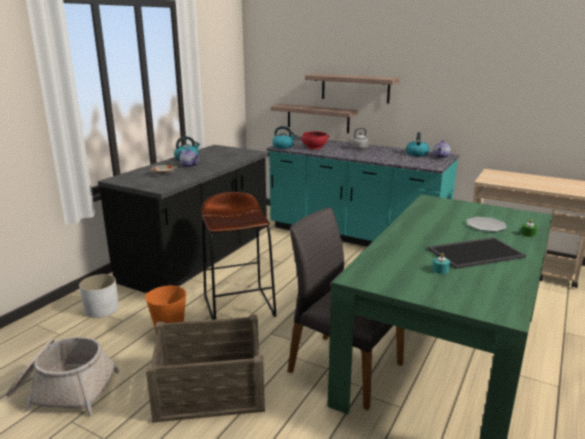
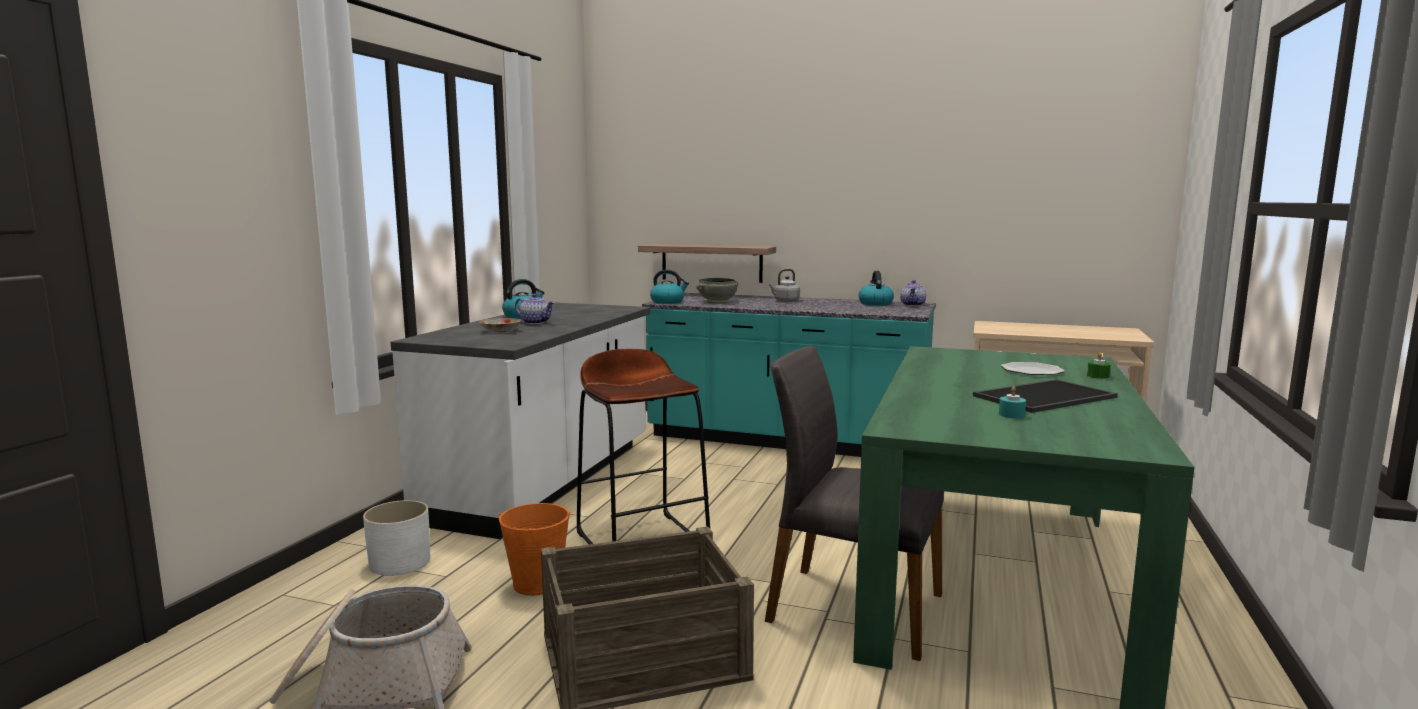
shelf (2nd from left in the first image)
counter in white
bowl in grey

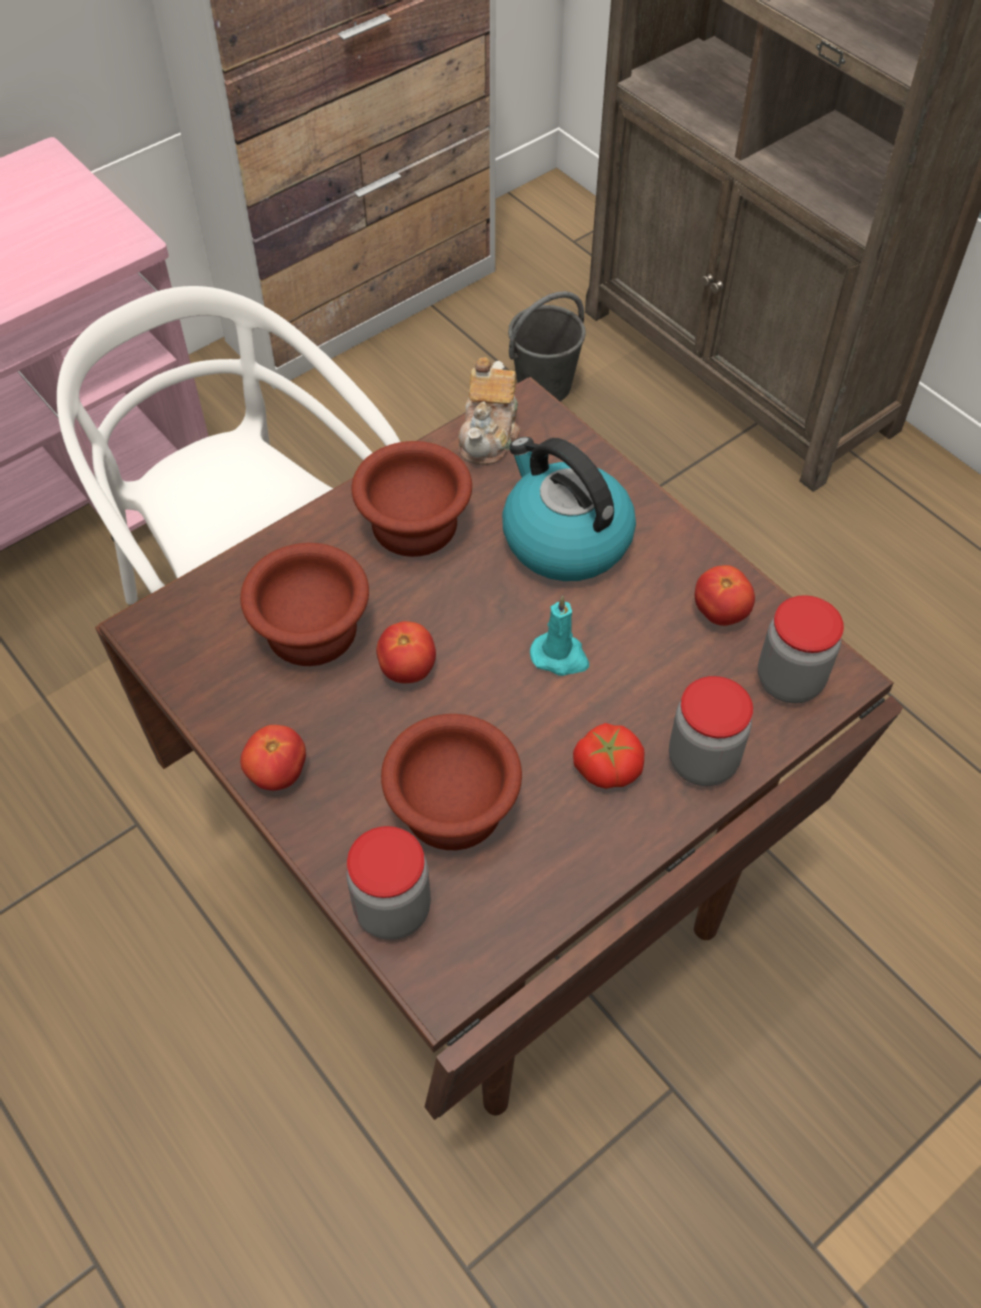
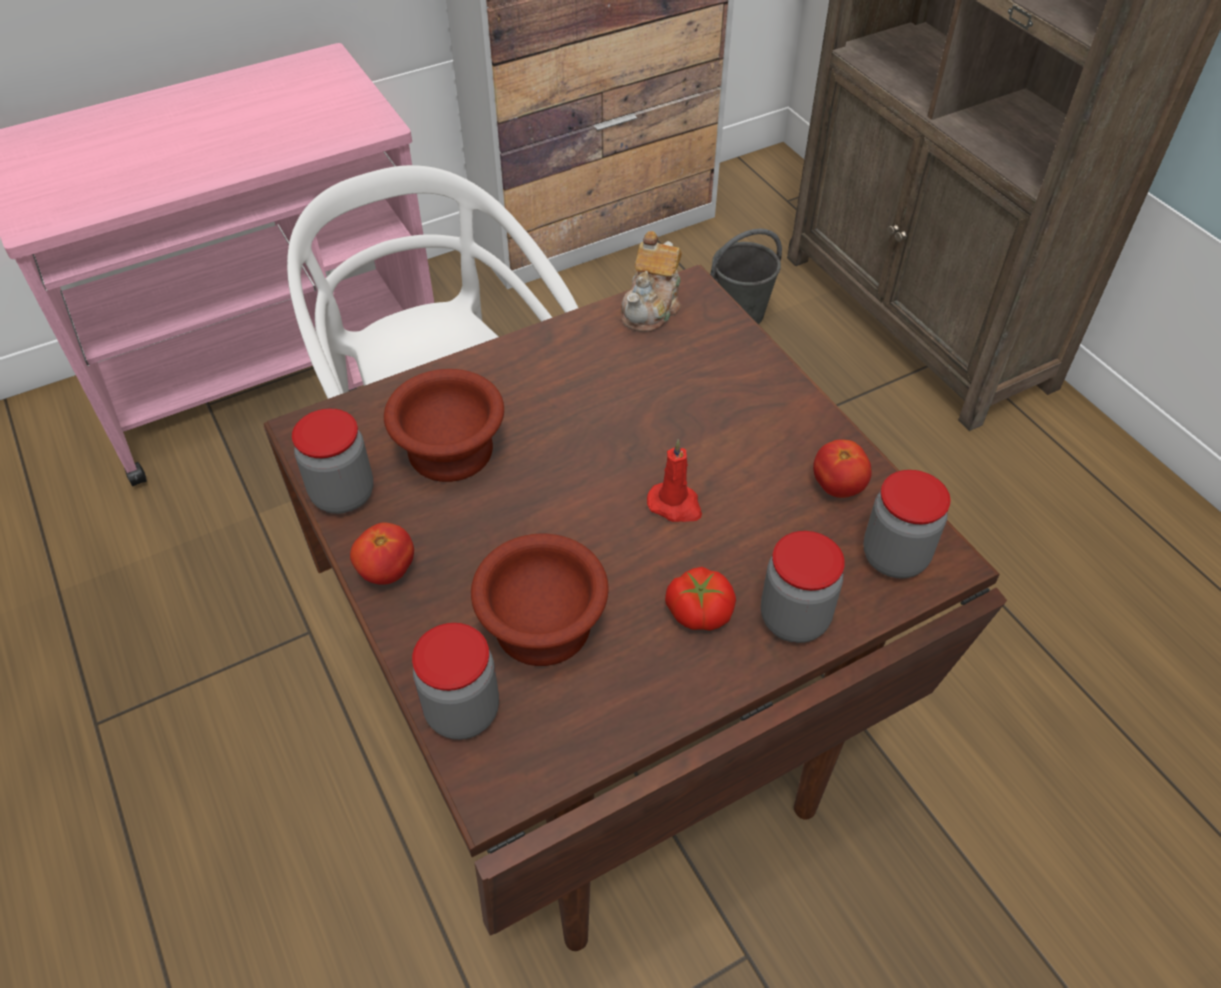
bowl in brown (2nd from left in the first image)
tomato (2nd from left in the first image)
kettle
jar (1st from left)
candle in red

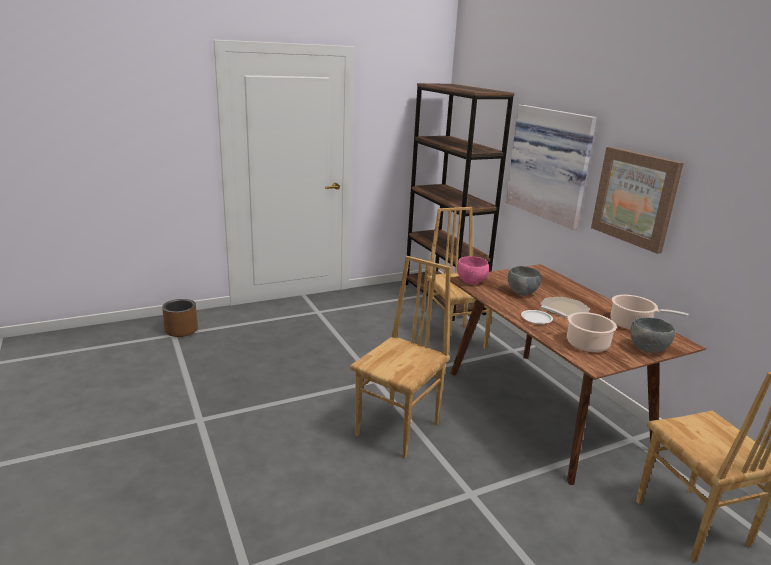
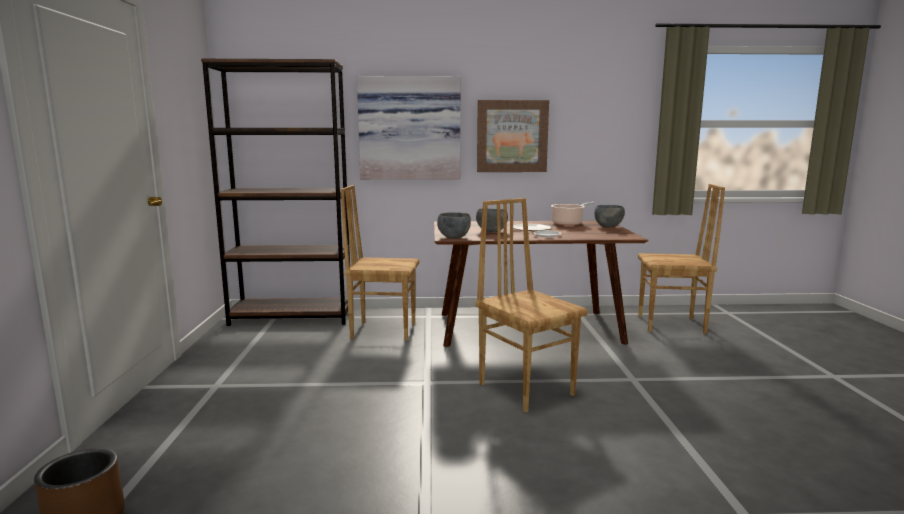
cooking pot (1st from left in the first image)
bowl in grey (1st from left)

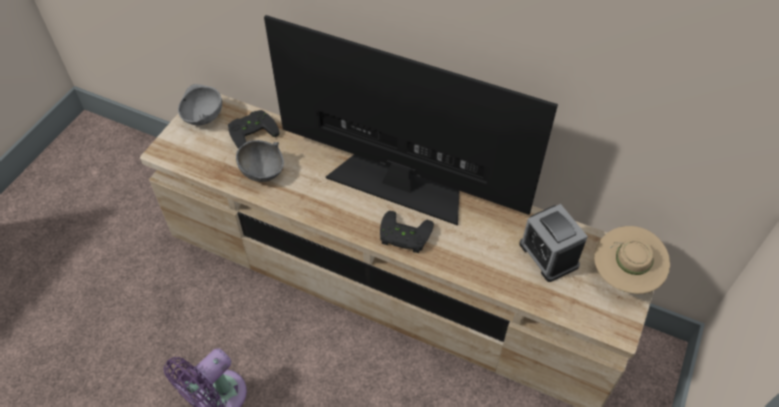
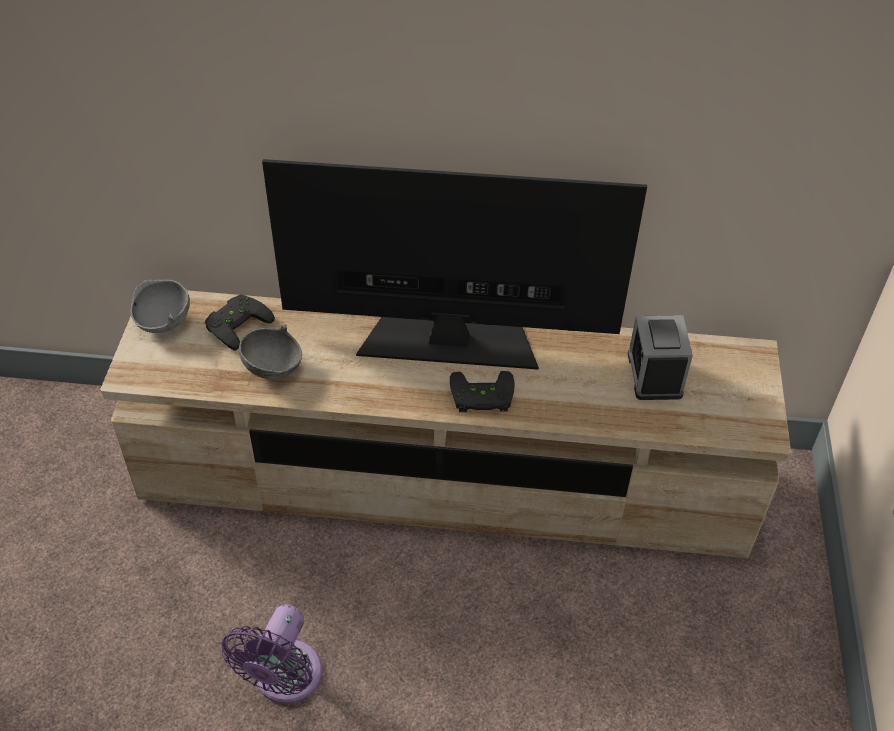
hat in beige
alarm clock

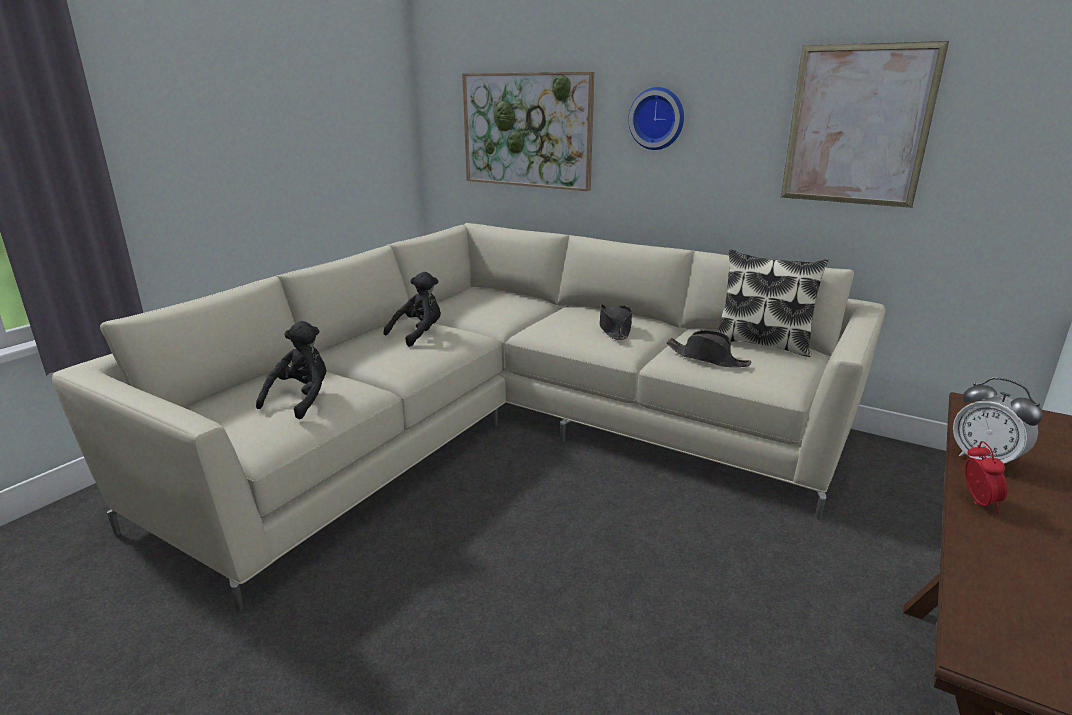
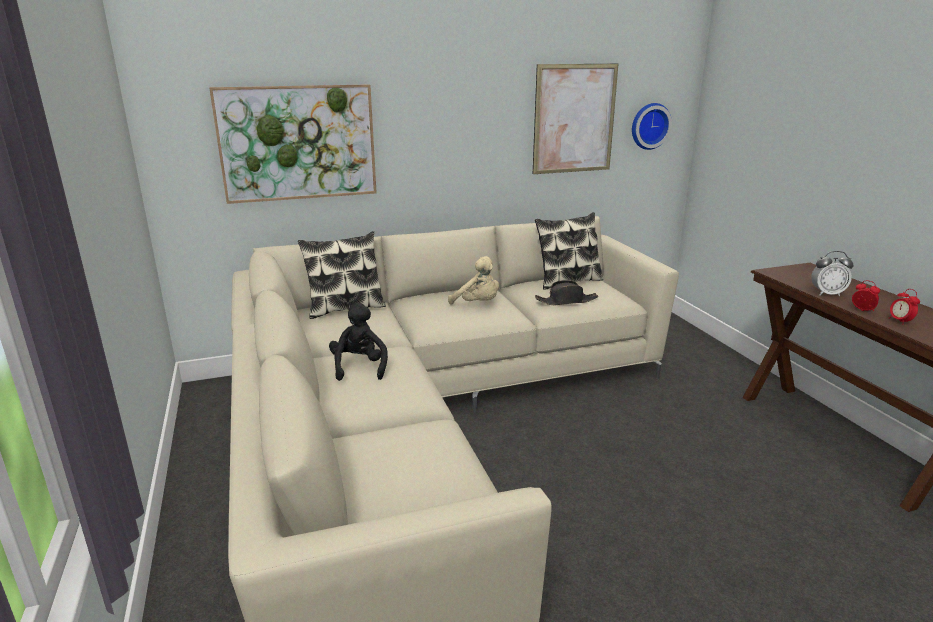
plush toy in black (1st from left in the first image)
pillow (1st from left)
alarm clock (3rd from left)
wall clock
plush toy in beige

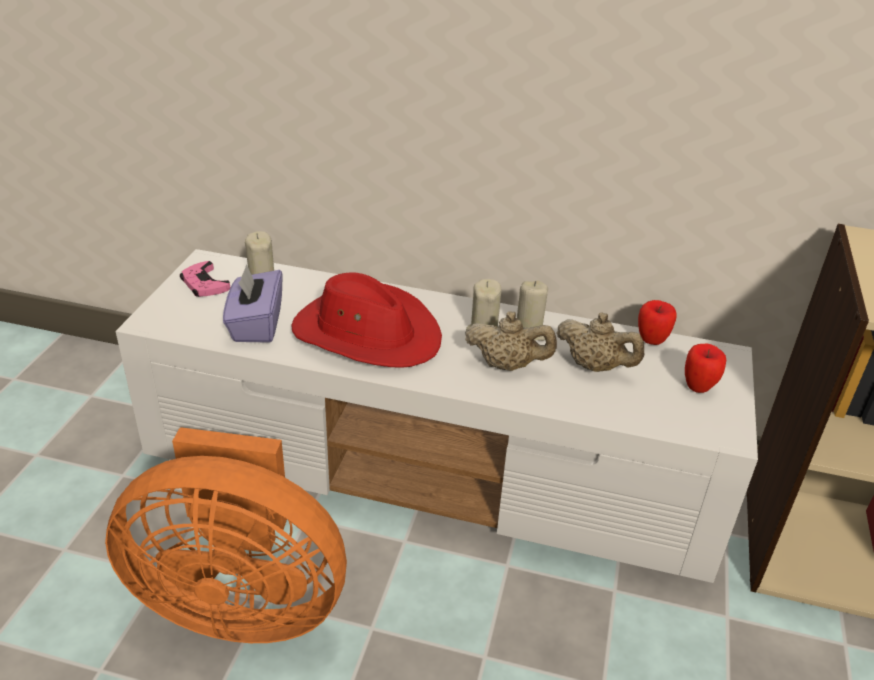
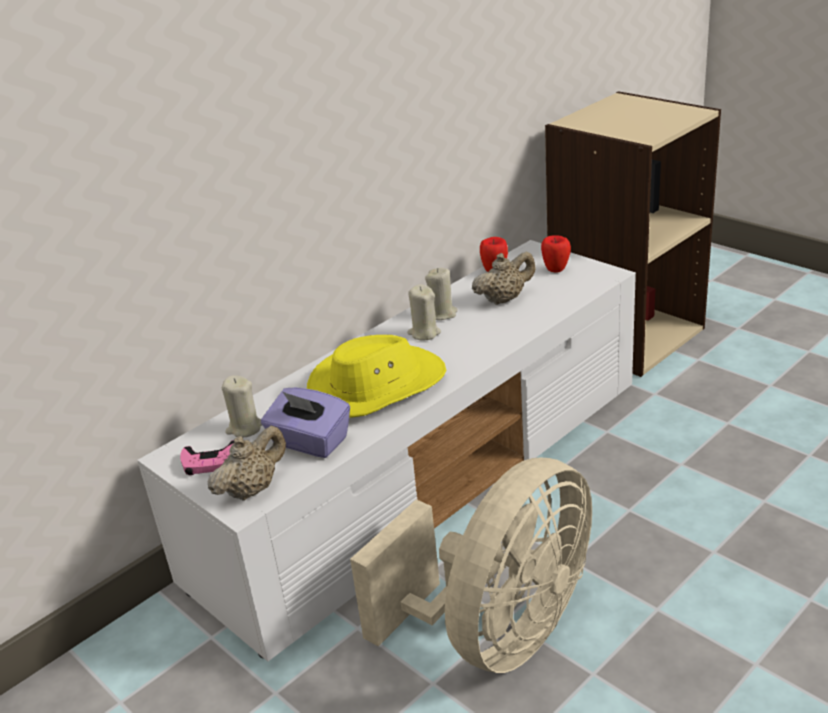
teapot in beige (1st from left)
fan in beige
hat in yellow

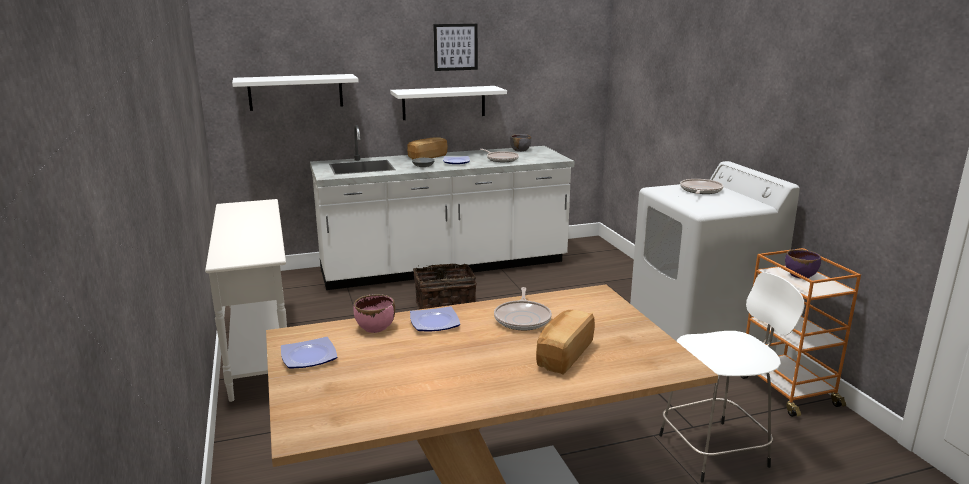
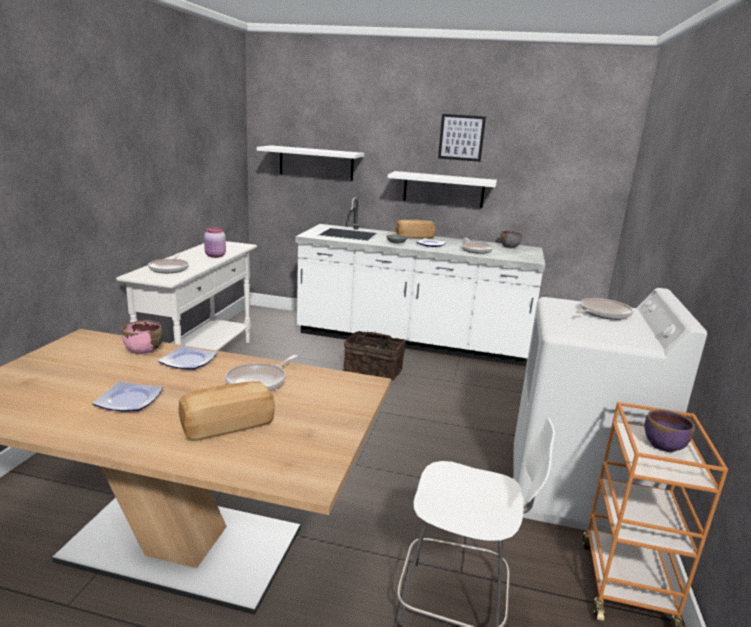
frying pan (1st from left)
jar in pink
plate (1st from left)

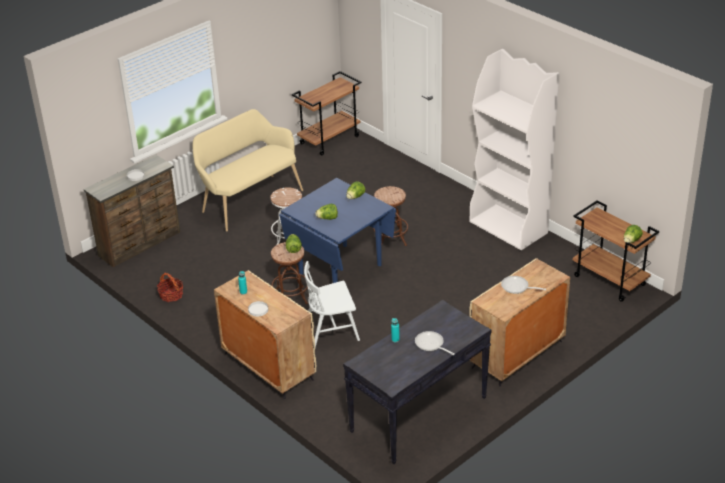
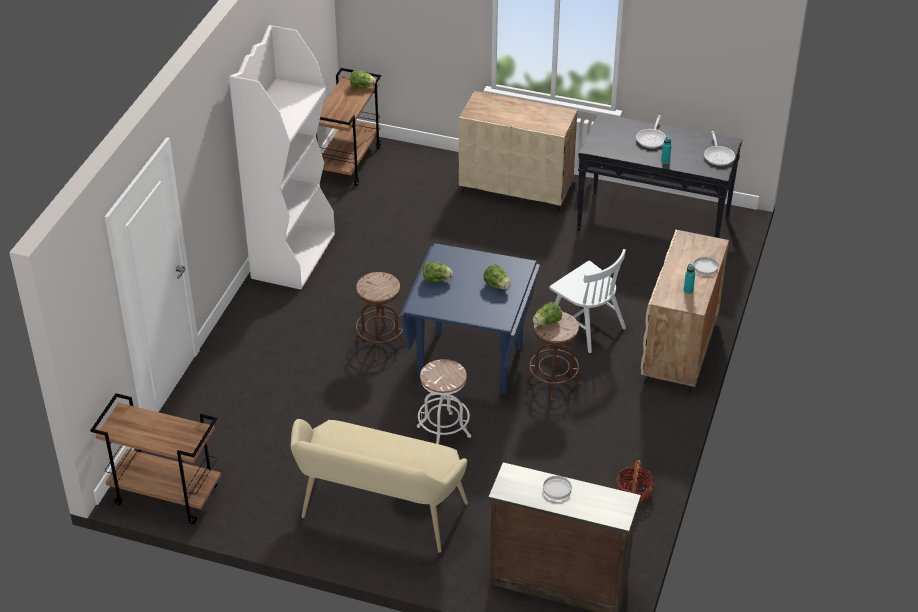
frying pan (2nd from left)

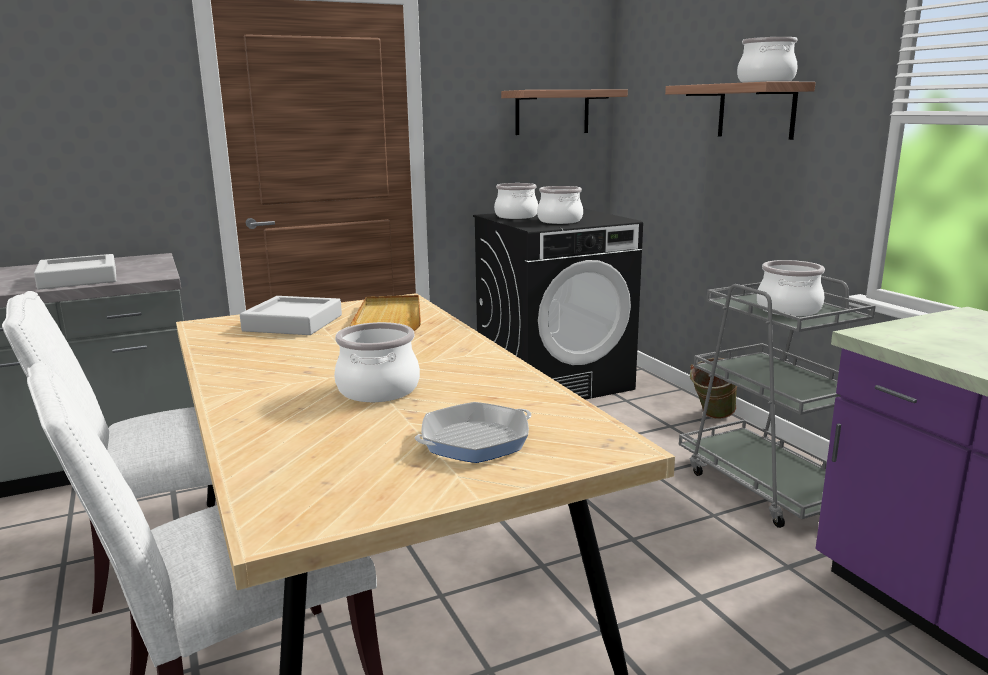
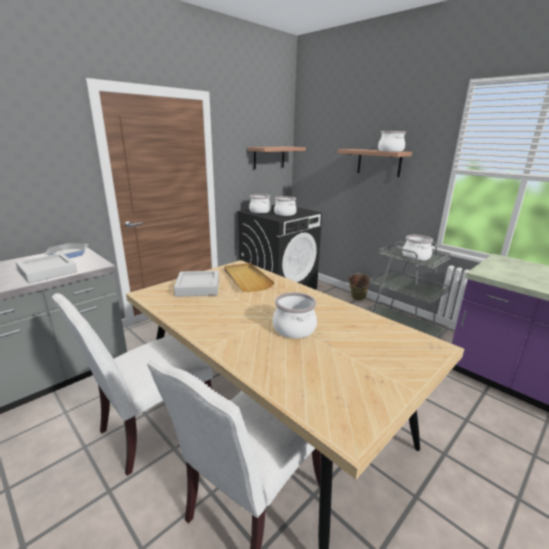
frying pan

